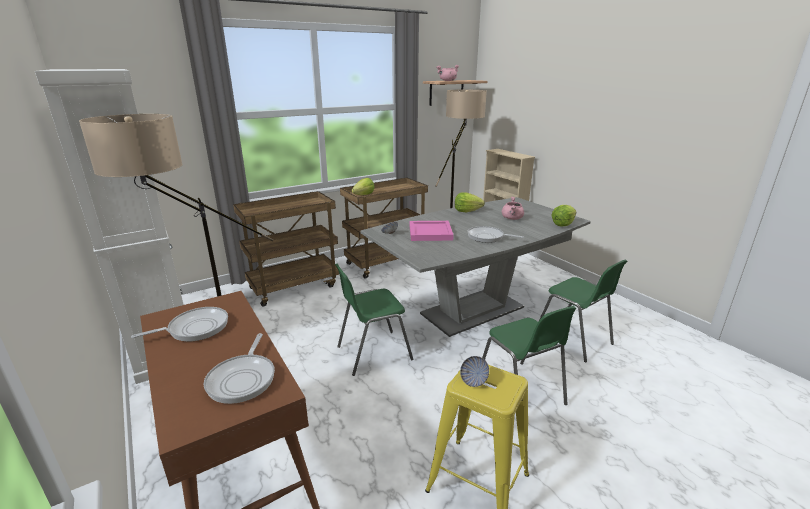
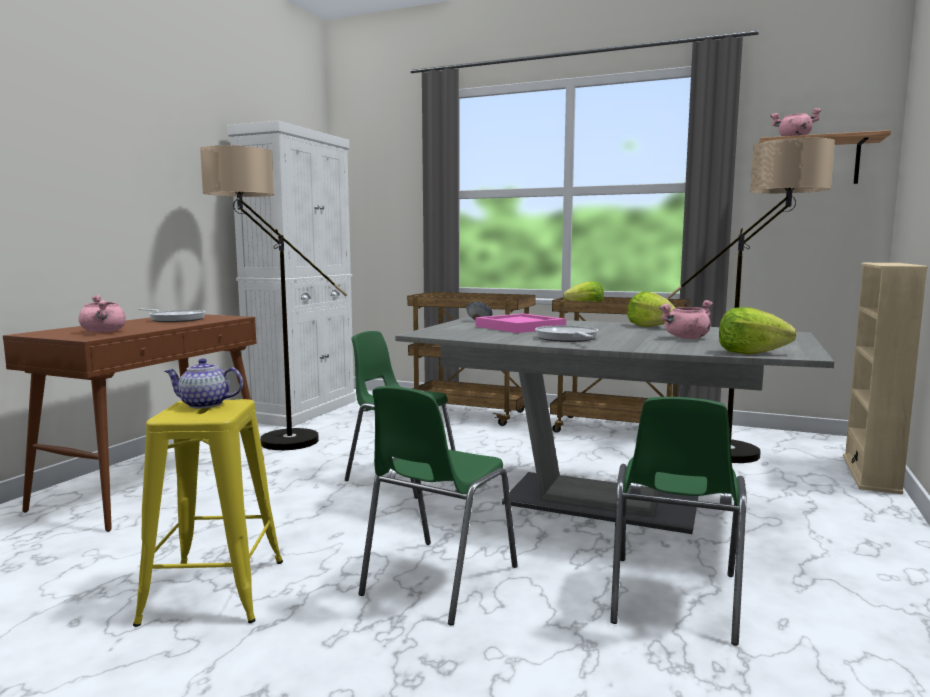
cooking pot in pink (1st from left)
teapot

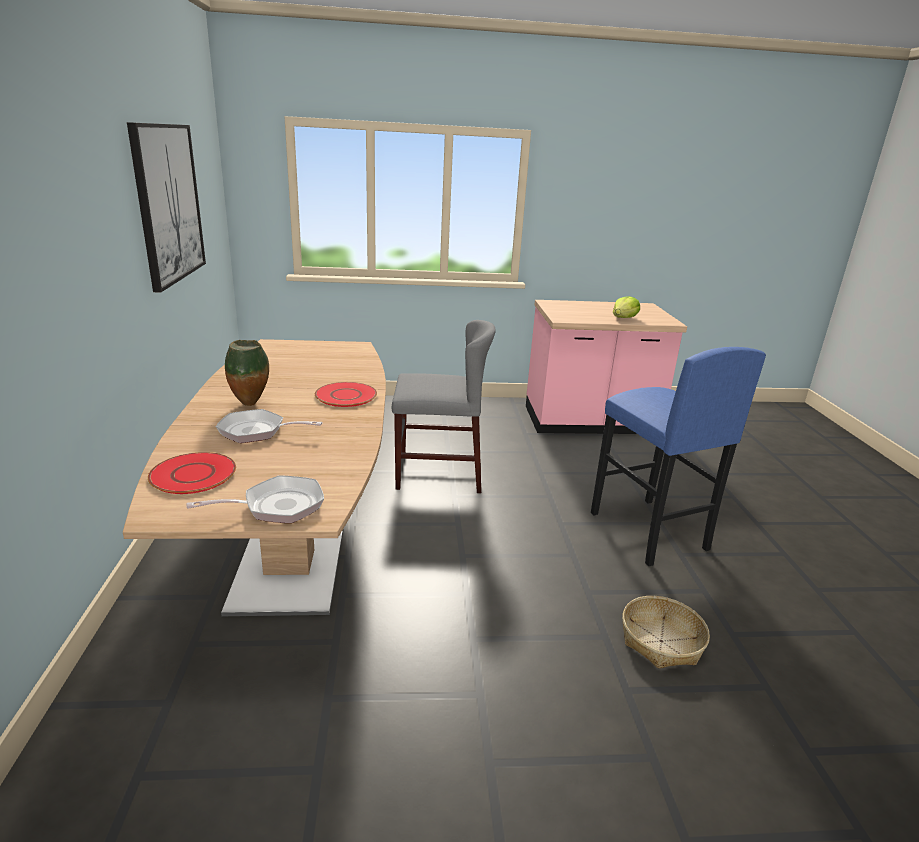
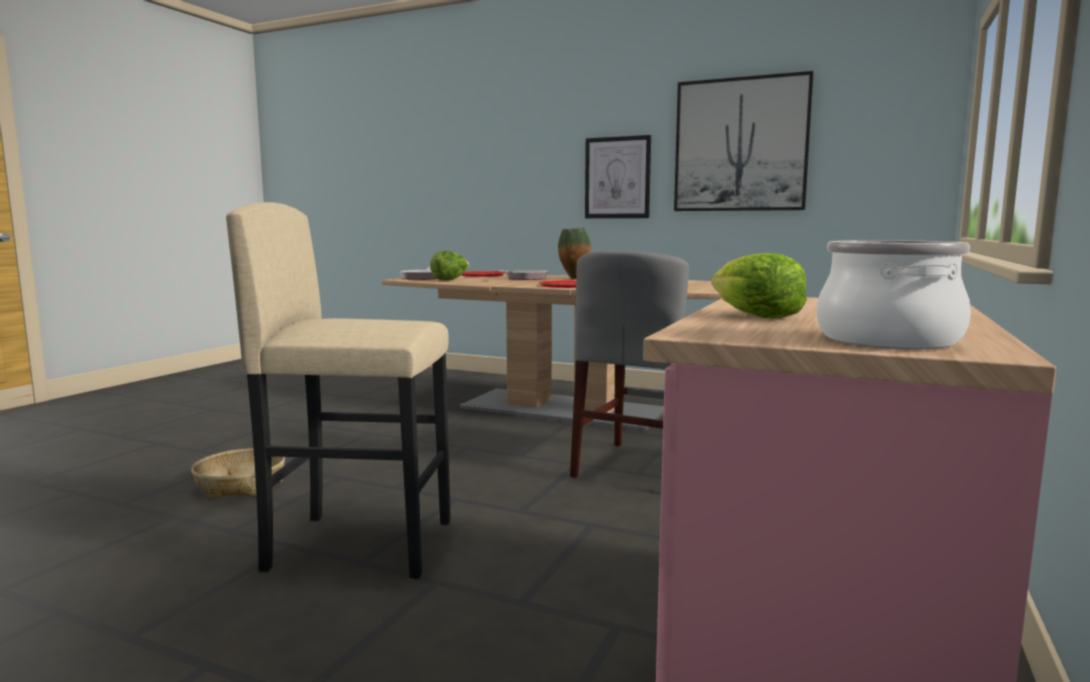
lettuce (1st from left)
picture (1st from left)
cooking pot
stool in beige

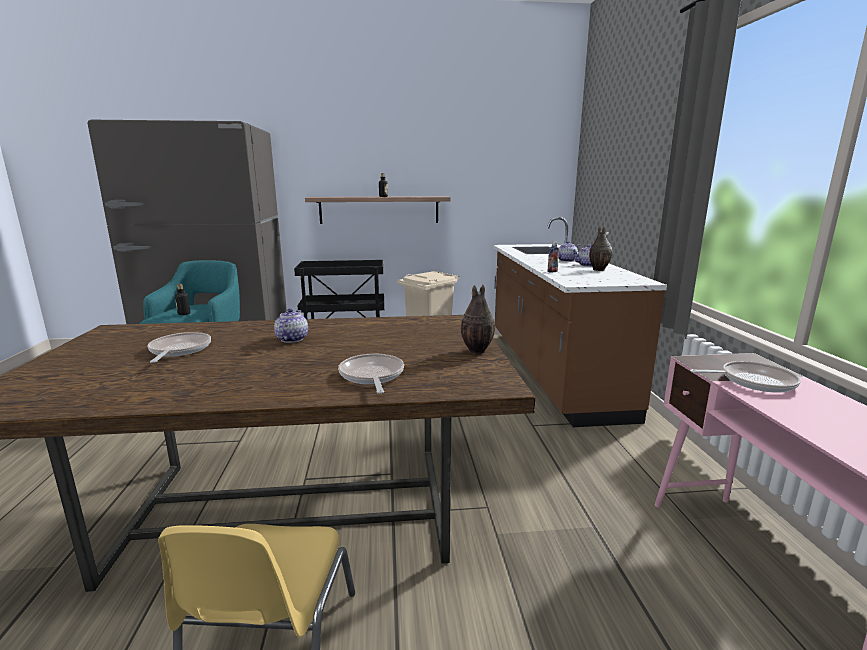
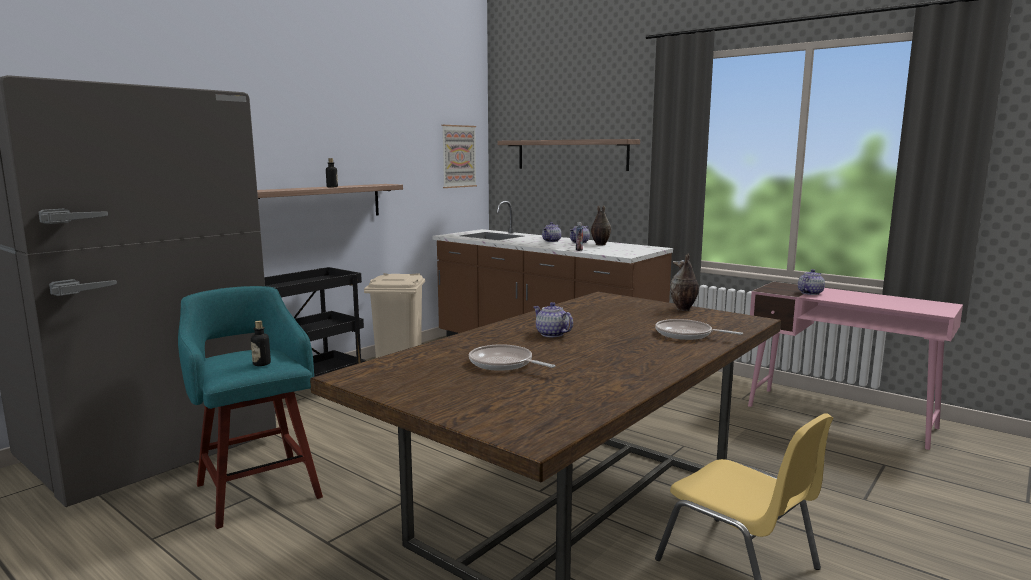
picture
shelf (2nd from left)
teapot (4th from left)

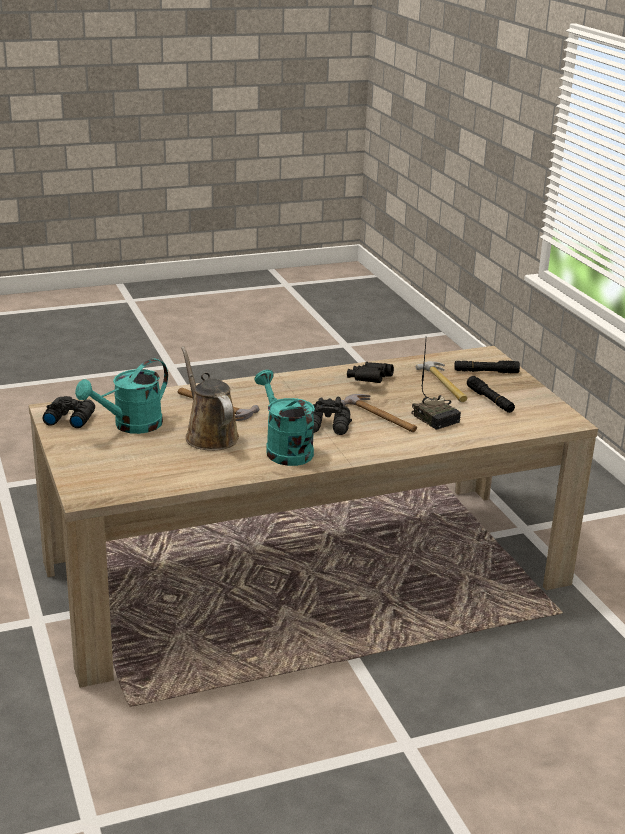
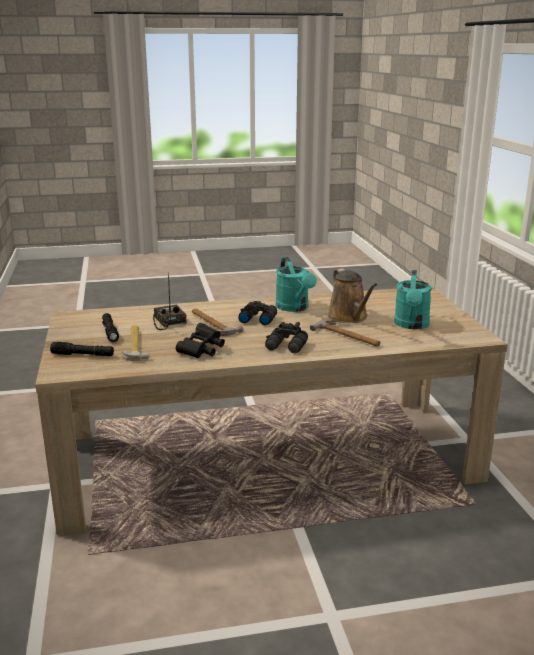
binoculars in black (3rd from left)
watering can in turquoise (2nd from left)

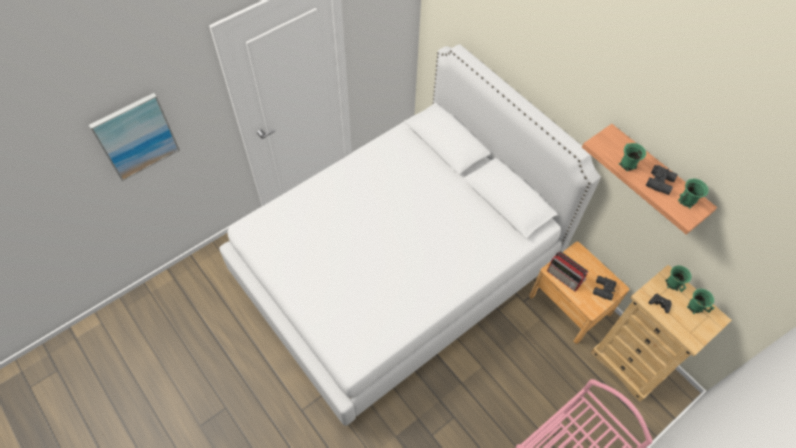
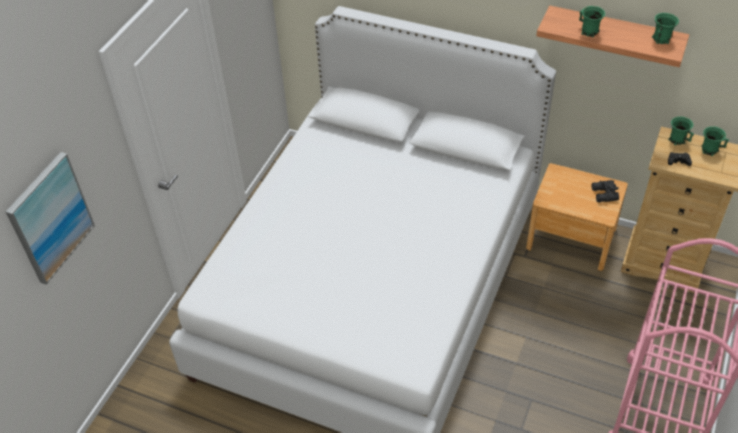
radio
binoculars in black (2nd from left in the first image)

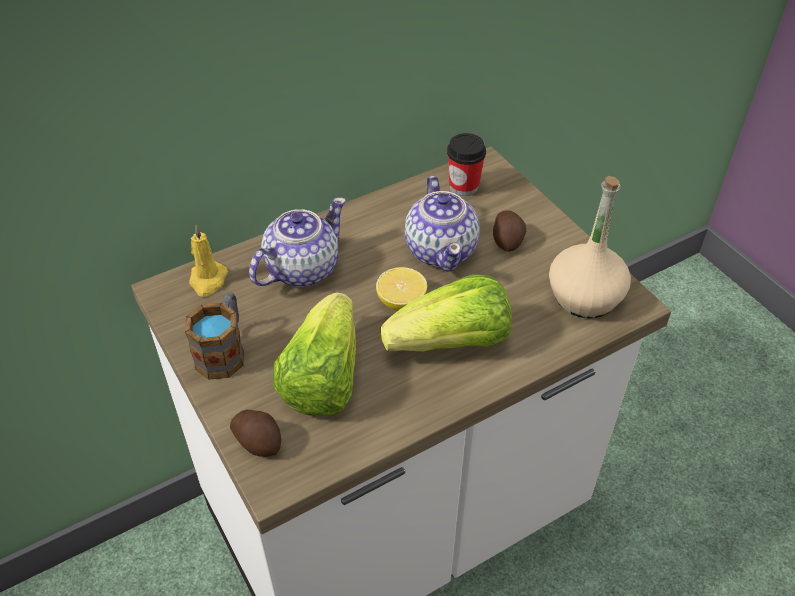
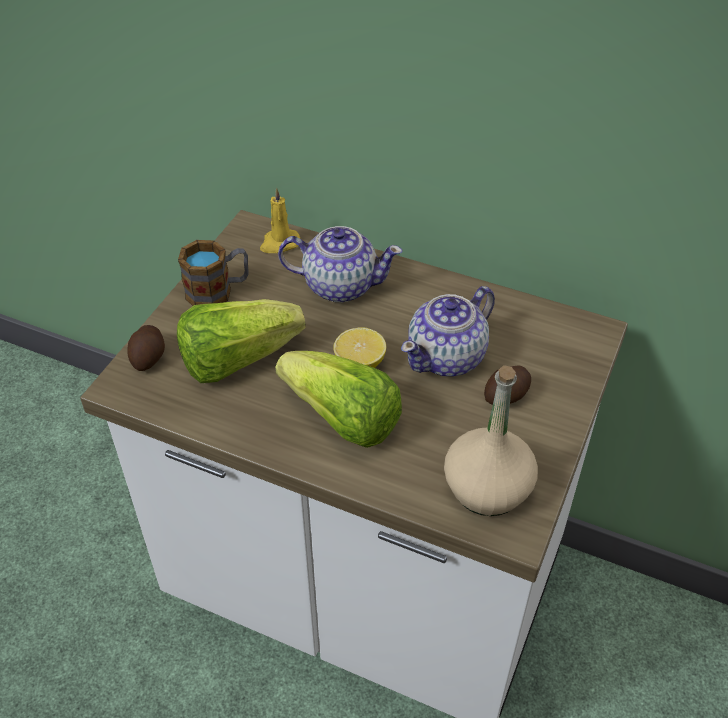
cup

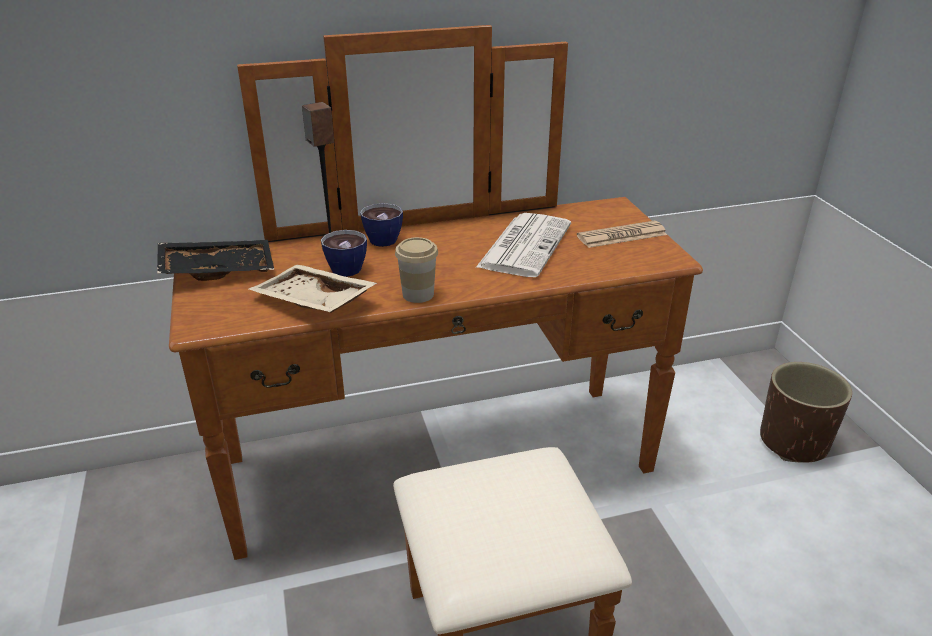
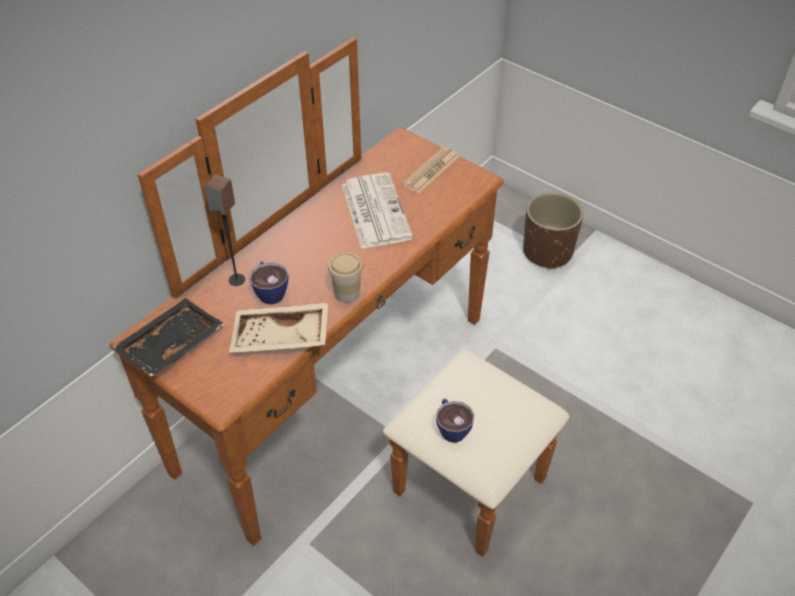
cup (3rd from left)

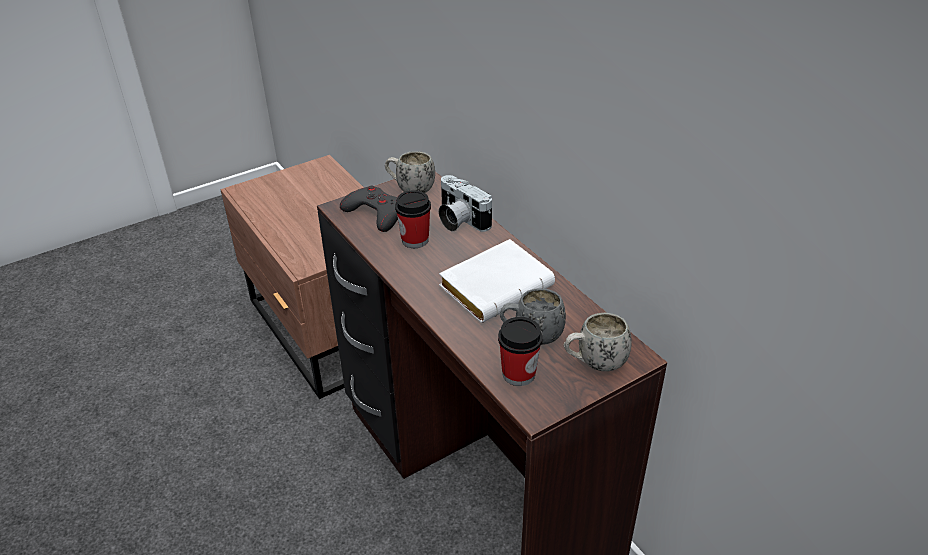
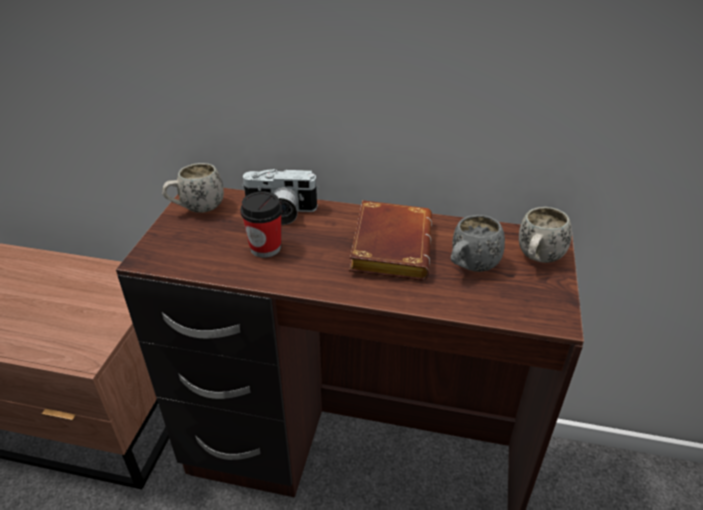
game controller in grey
cup (2nd from left in the first image)
book in brown

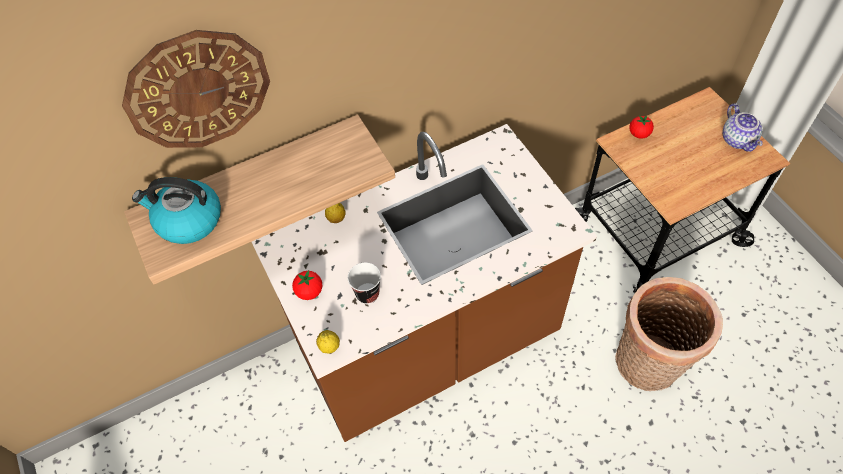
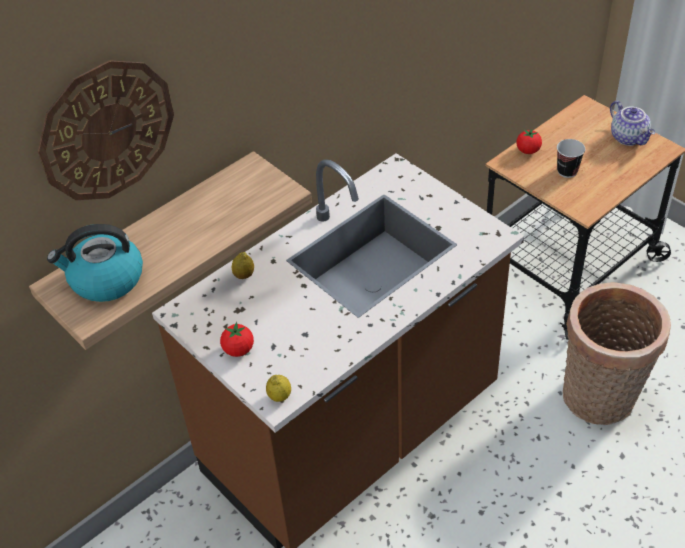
cup

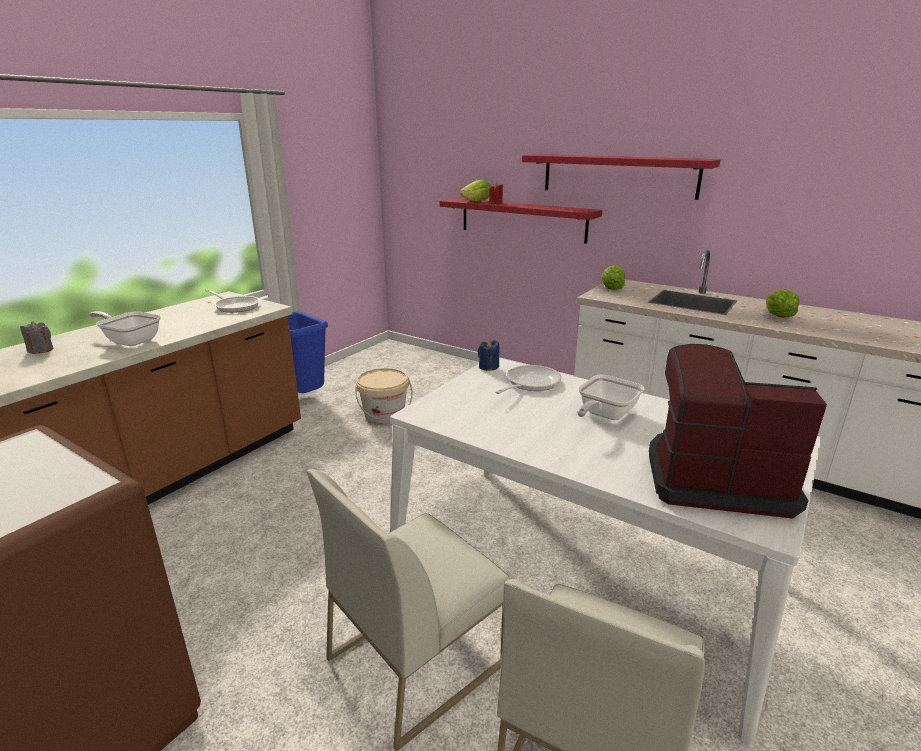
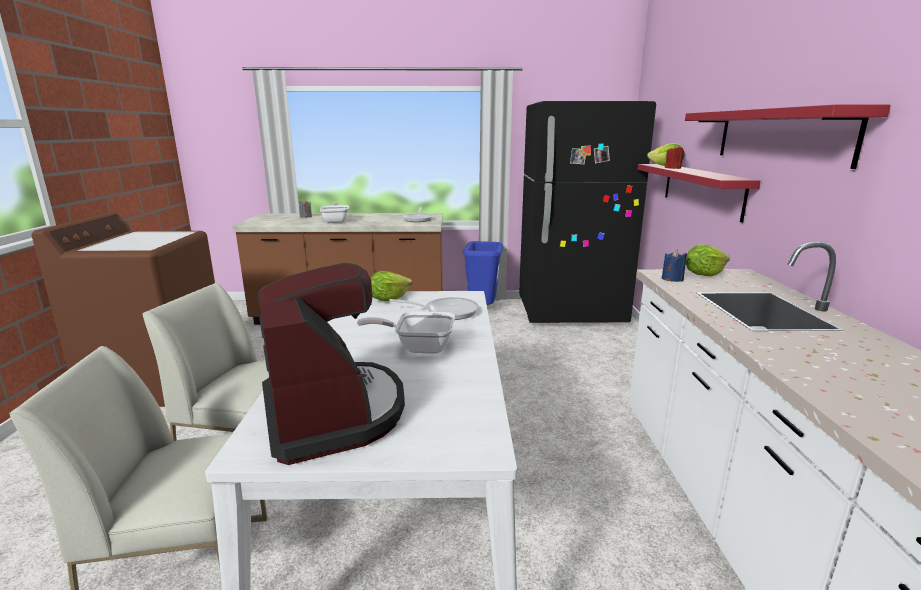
bucket in beige
fridge in black
candle in blue
lettuce (1st from left)

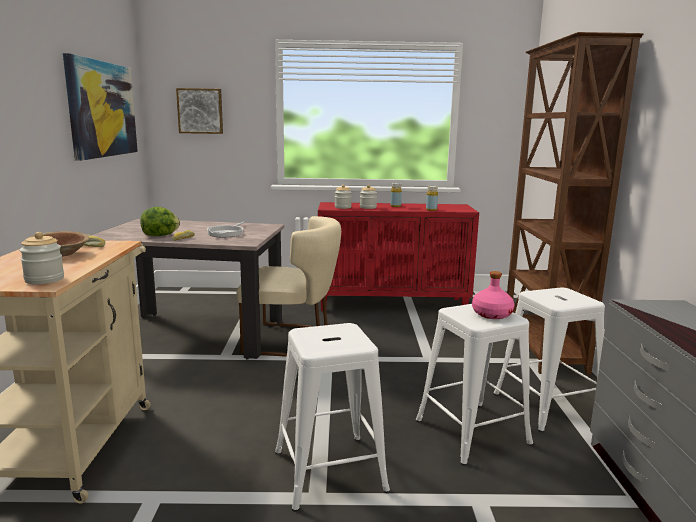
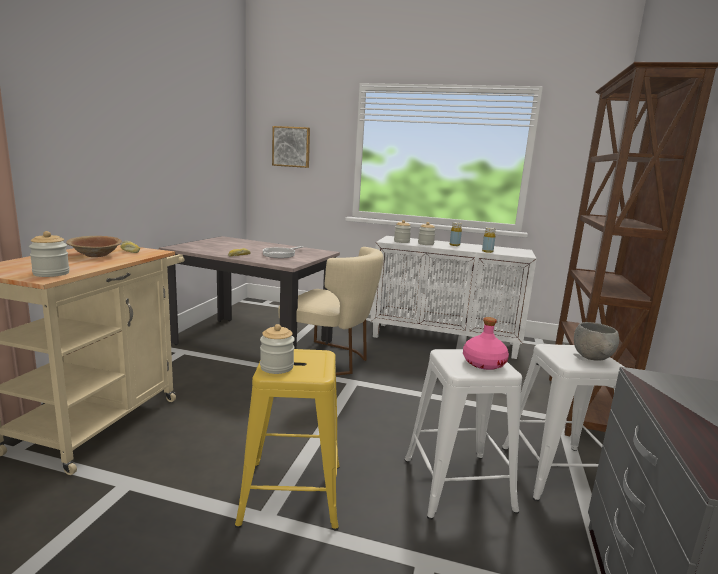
picture (1st from left in the first image)
lettuce
jar (2nd from left)
bowl in grey
stool in yellow
cabinet in white

